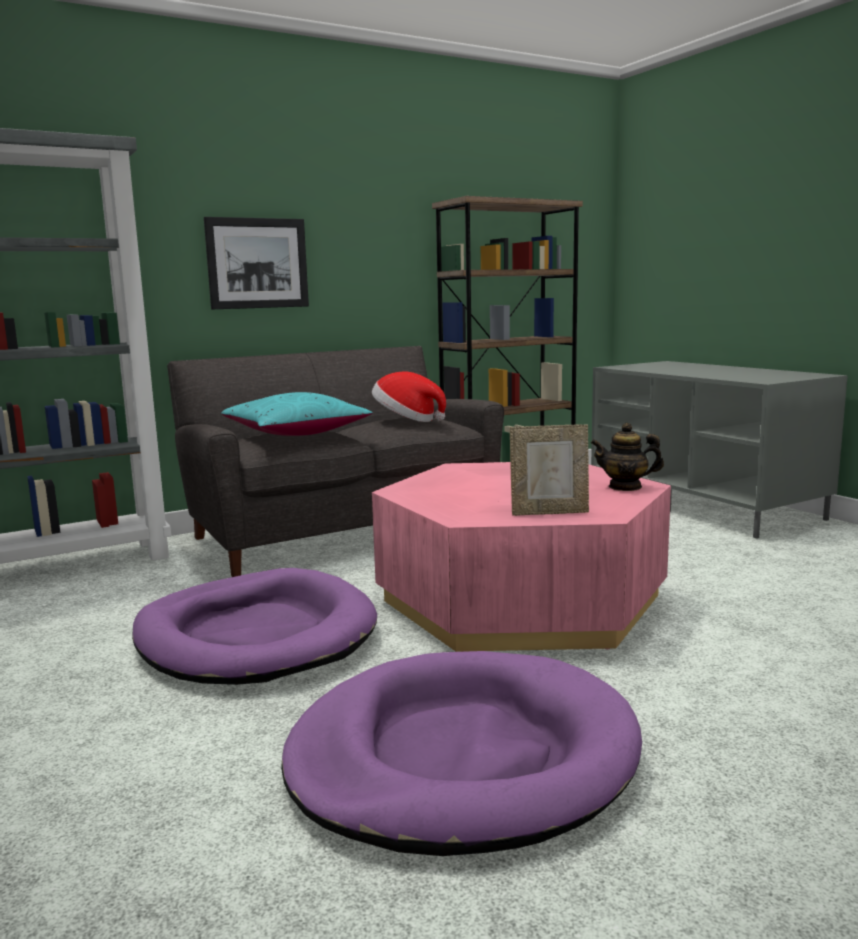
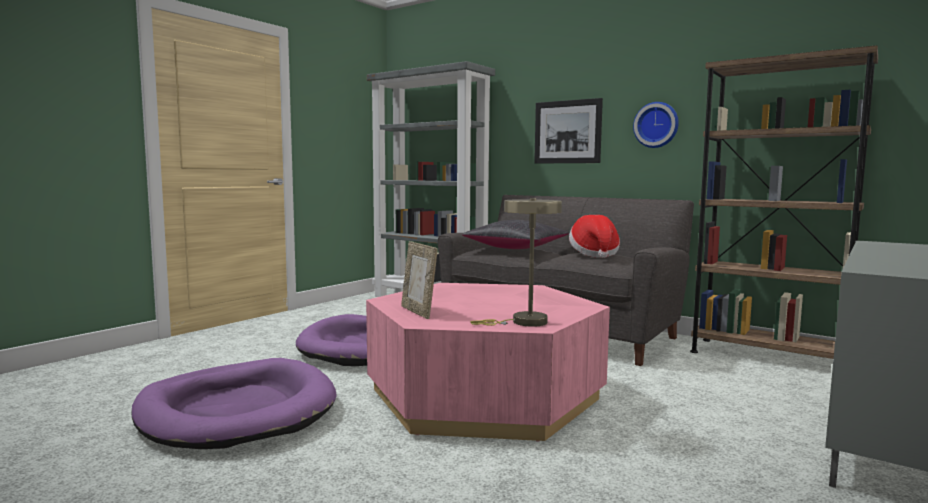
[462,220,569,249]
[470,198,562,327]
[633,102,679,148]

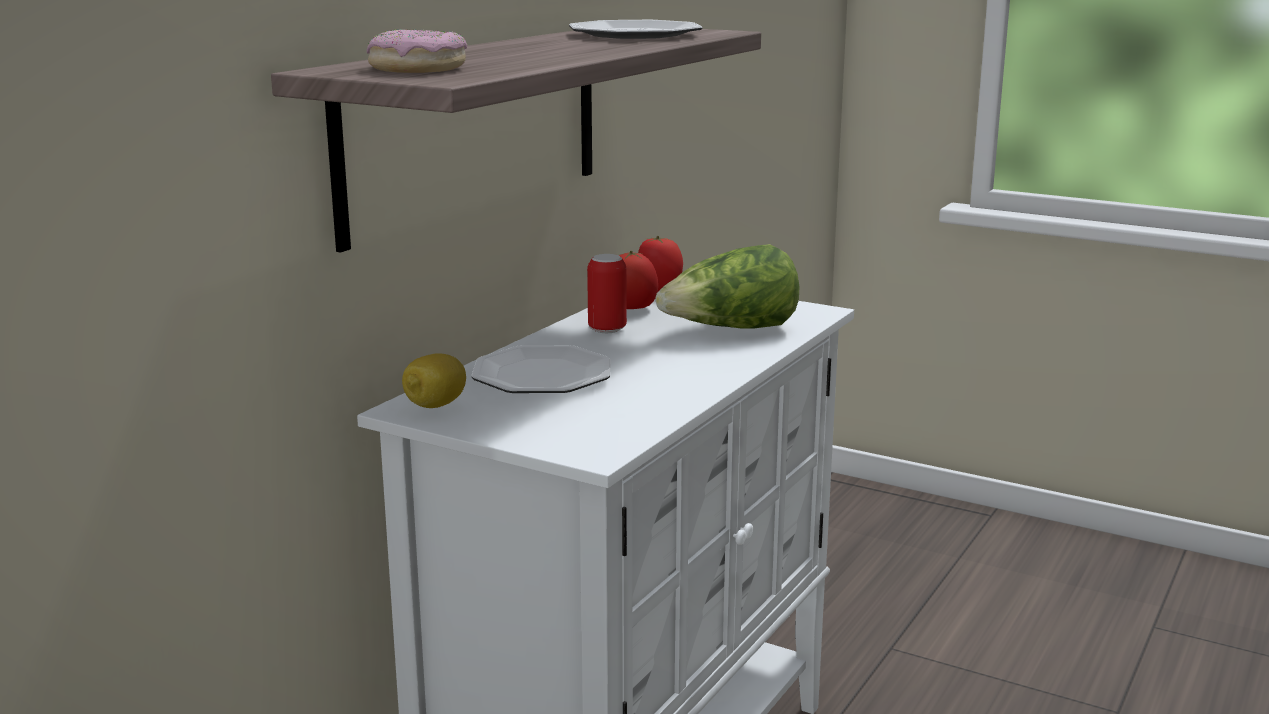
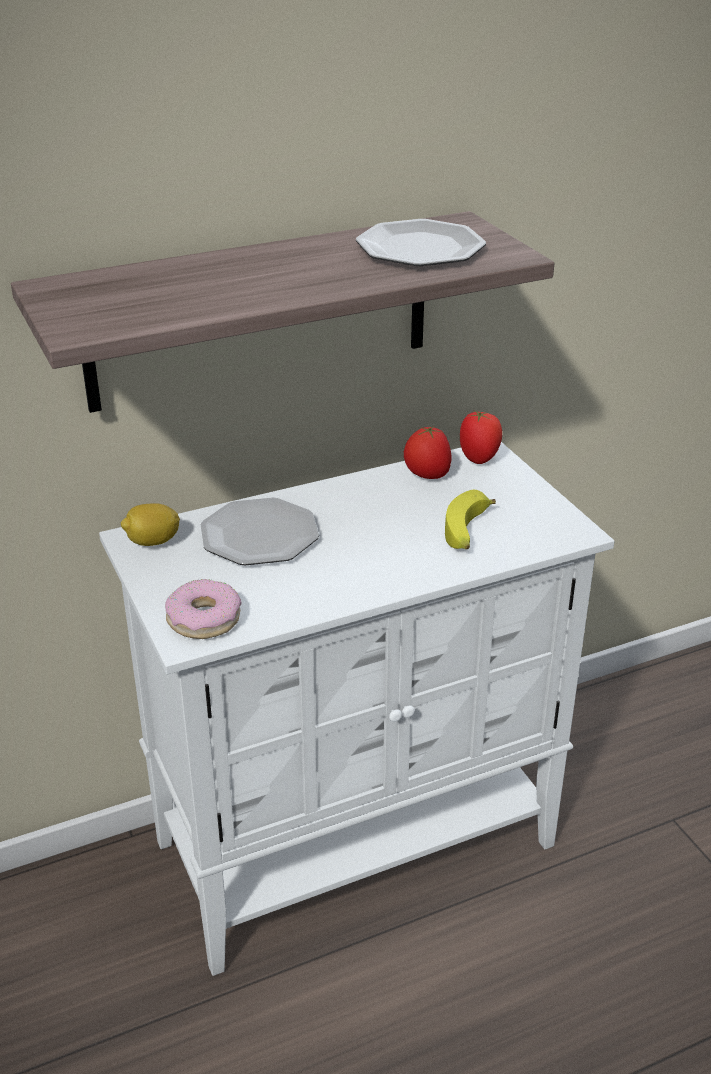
[165,579,241,639]
[587,254,627,333] (first image)
[445,490,496,549]

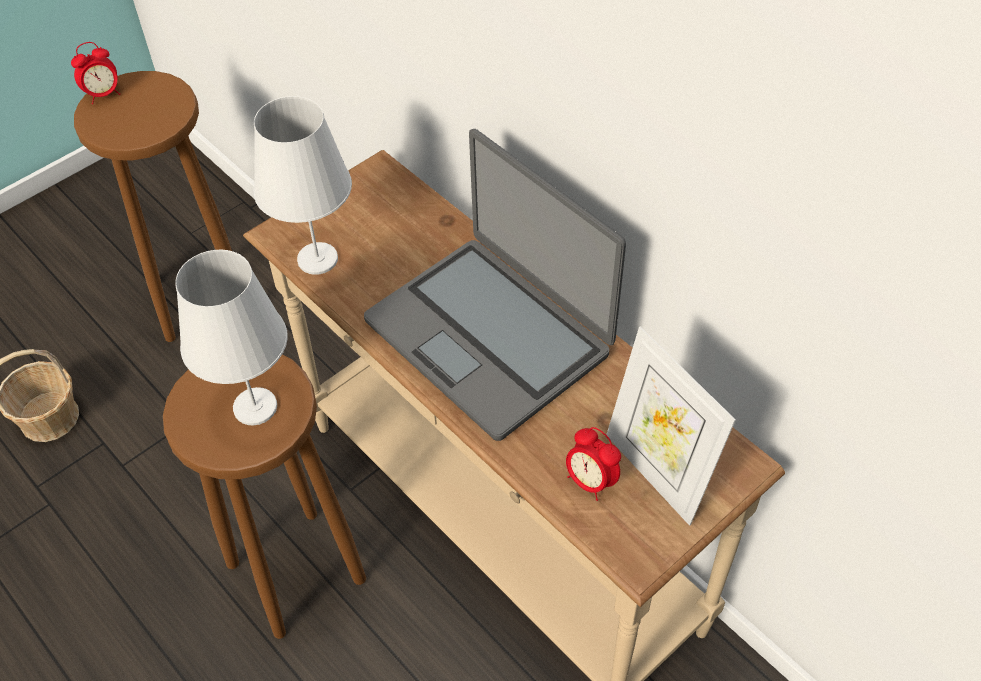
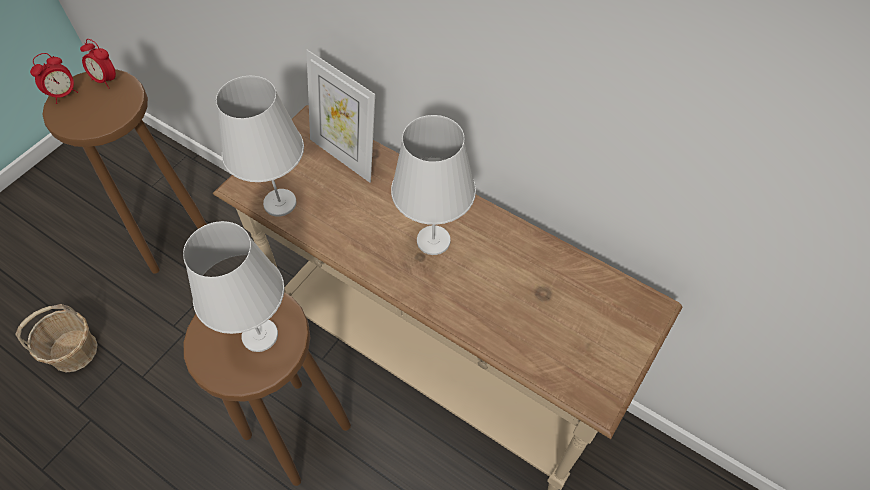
[391,115,476,255]
[80,39,116,89]
[306,50,375,183]

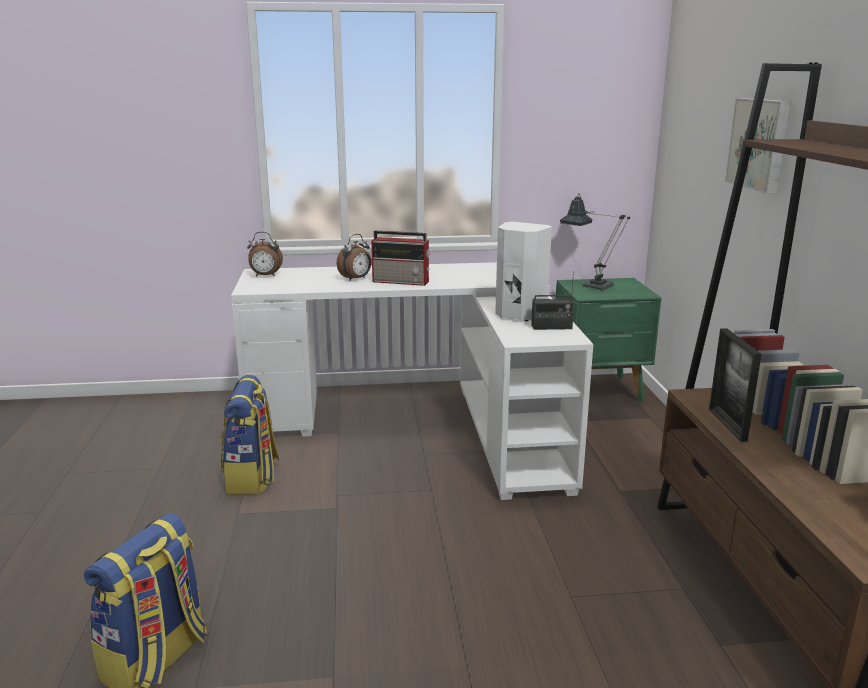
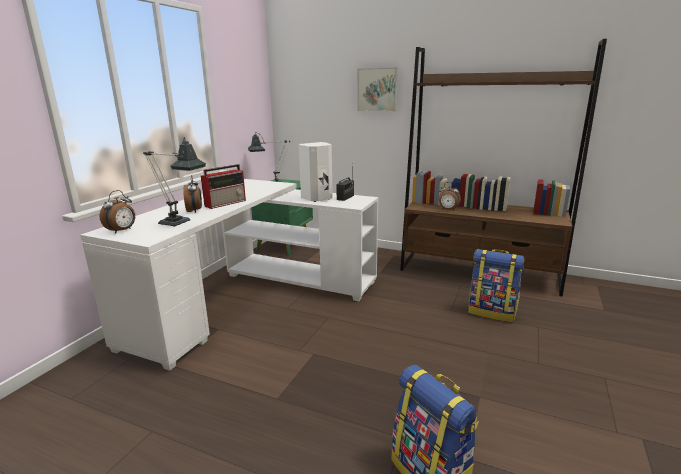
[468,249,524,322]
[439,182,461,211]
[143,137,206,227]

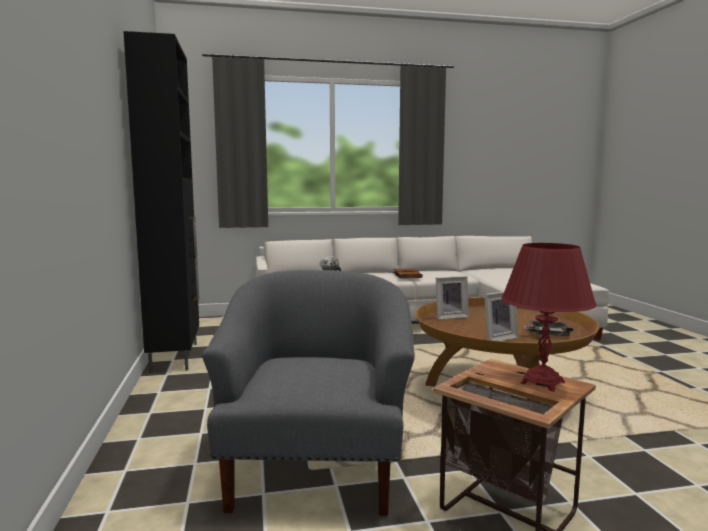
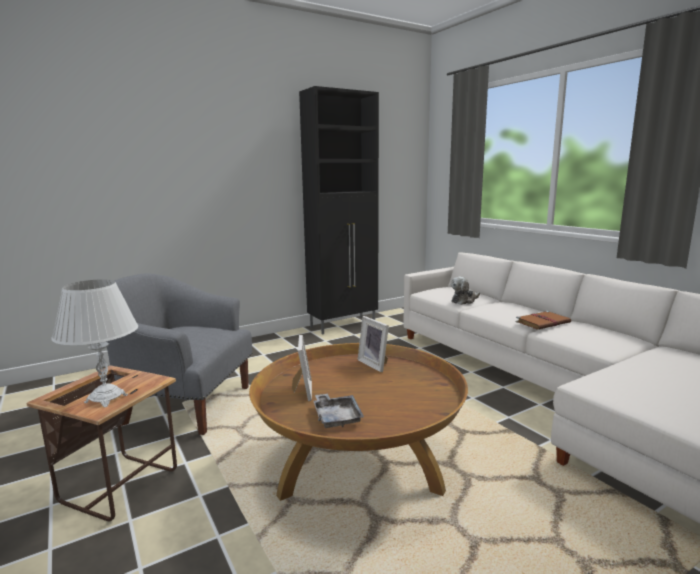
[106,274,252,435]
[292,335,312,401]
[51,279,138,407]

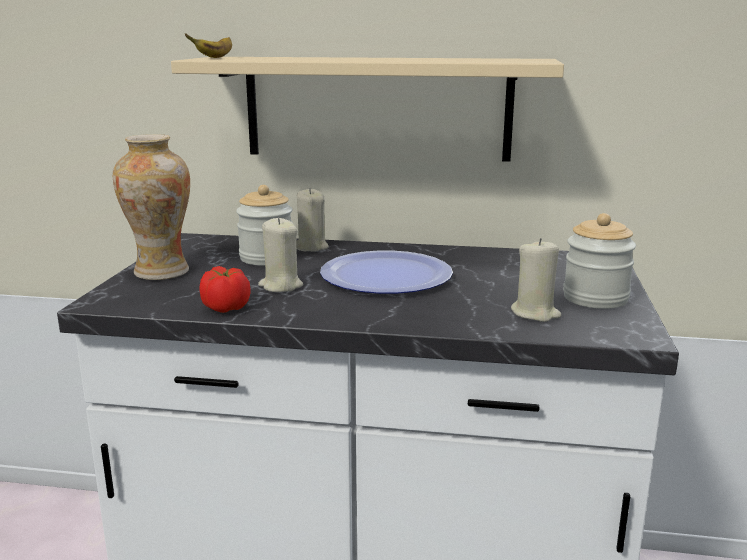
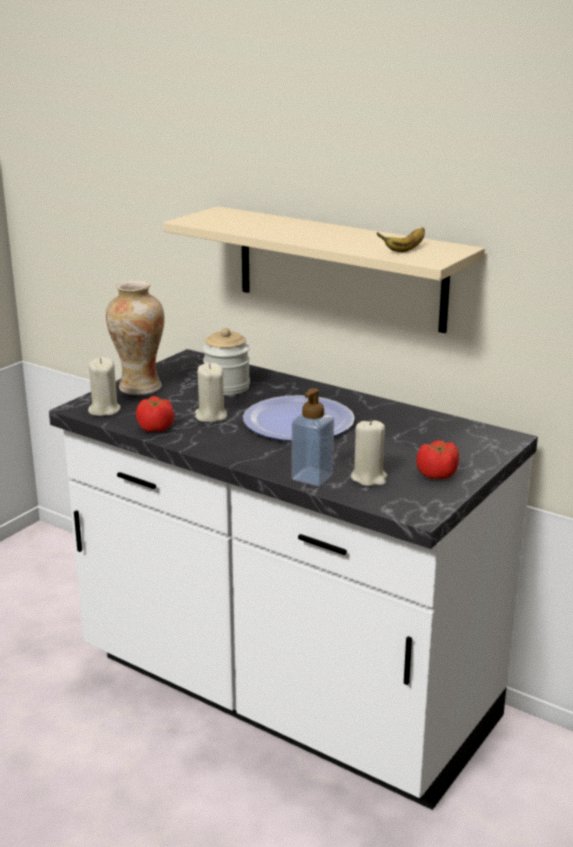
[376,227,425,252]
[88,357,121,416]
[416,440,459,479]
[292,388,334,486]

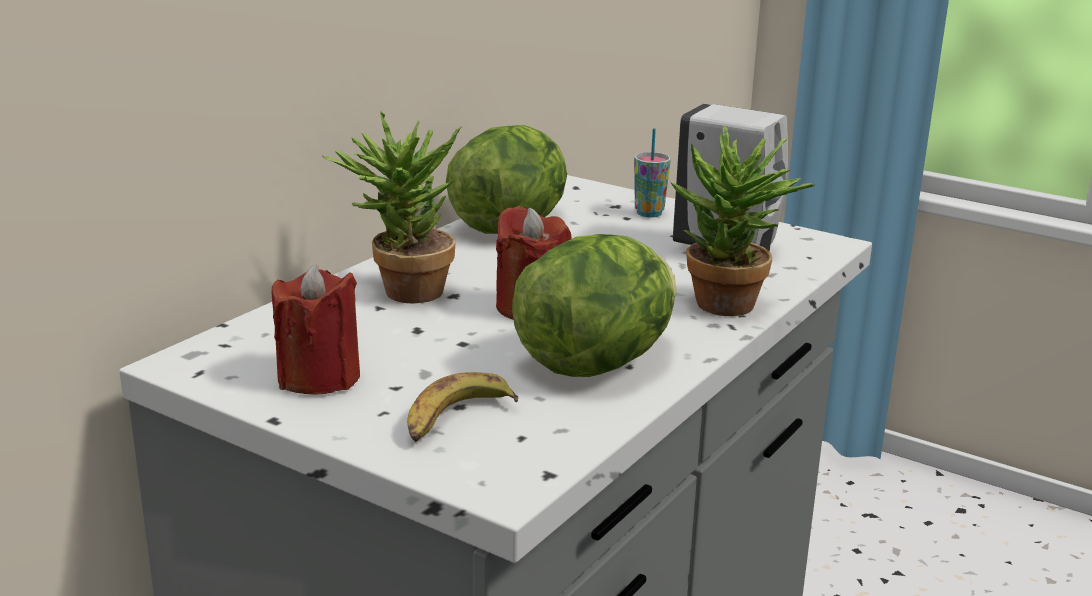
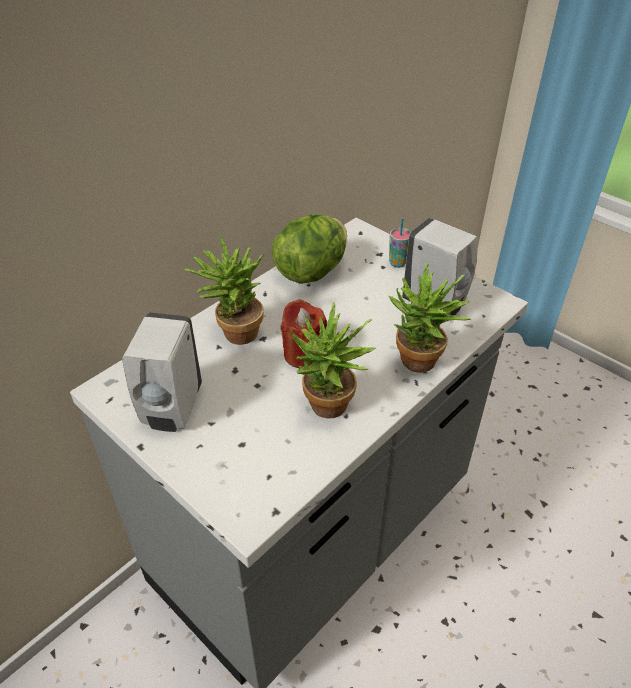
[122,313,202,432]
[407,372,518,442] (first image)
[291,303,376,419]

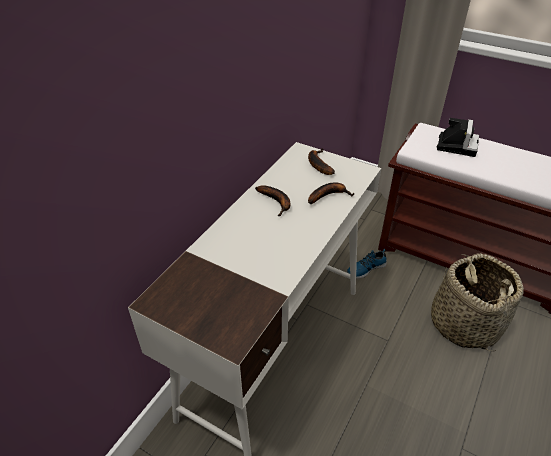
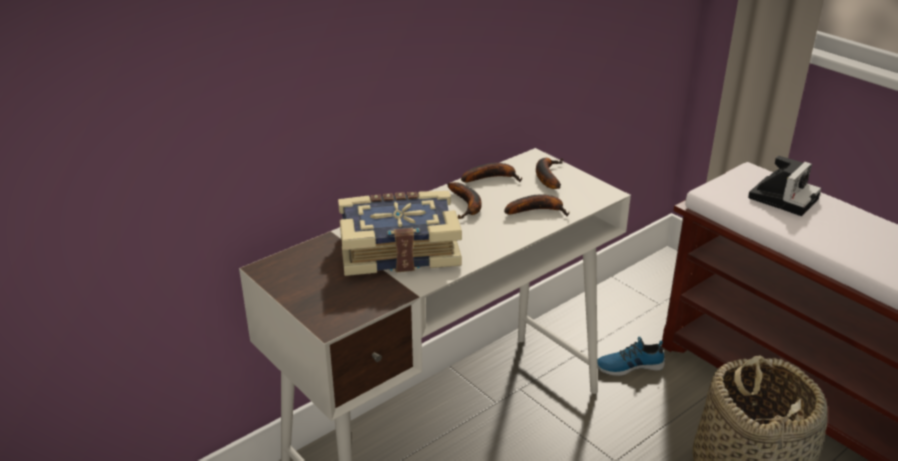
[338,191,462,276]
[461,163,522,183]

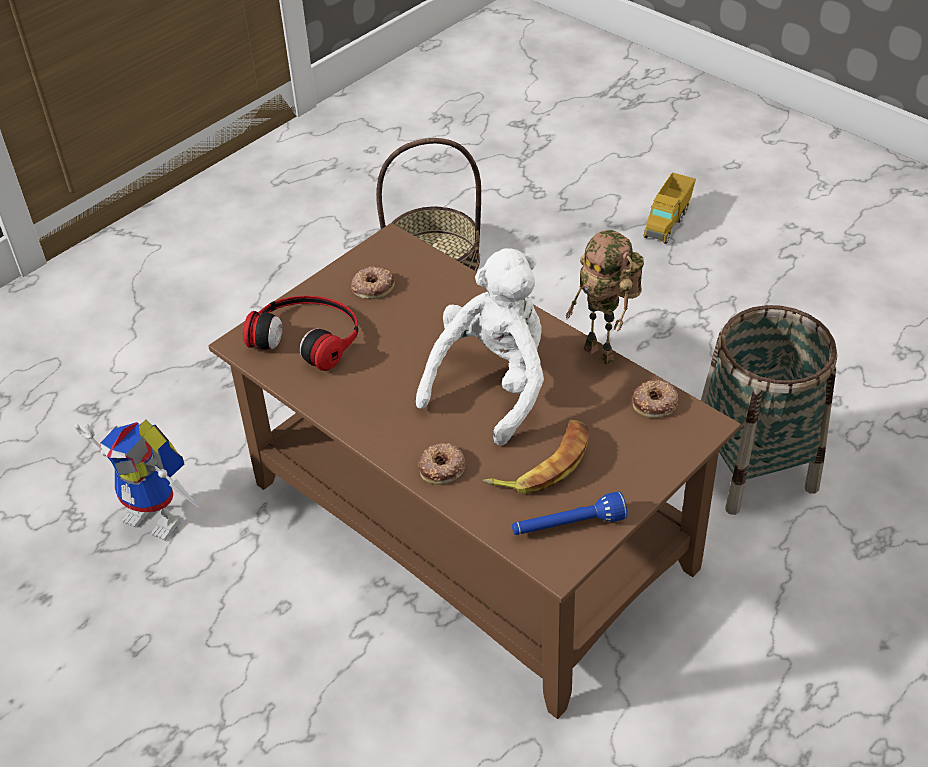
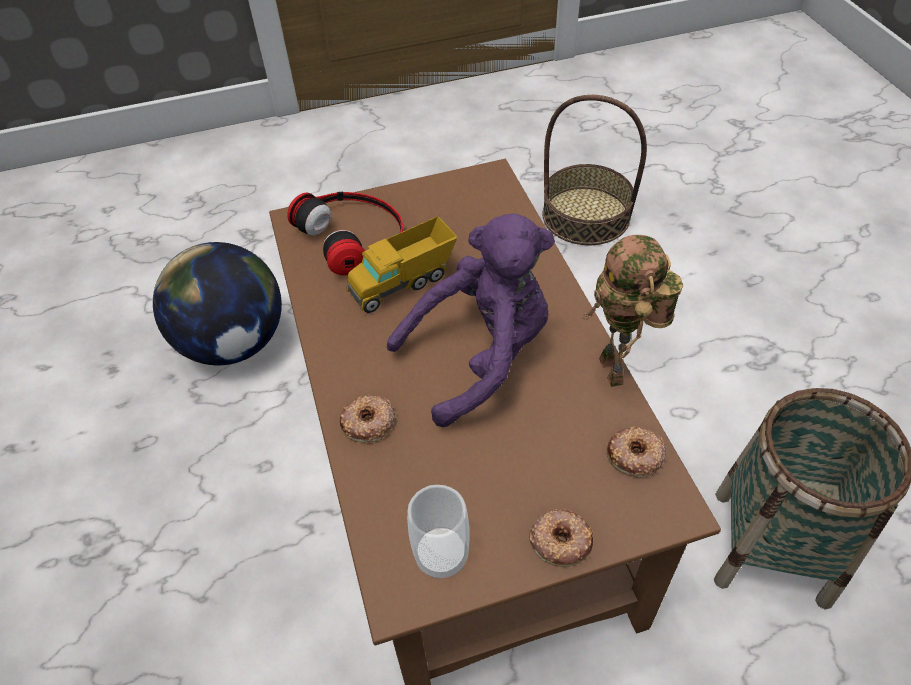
[153,242,282,365]
[529,509,593,567]
[387,213,555,427]
[483,420,589,494] (first image)
[407,485,470,579]
[346,217,458,313]

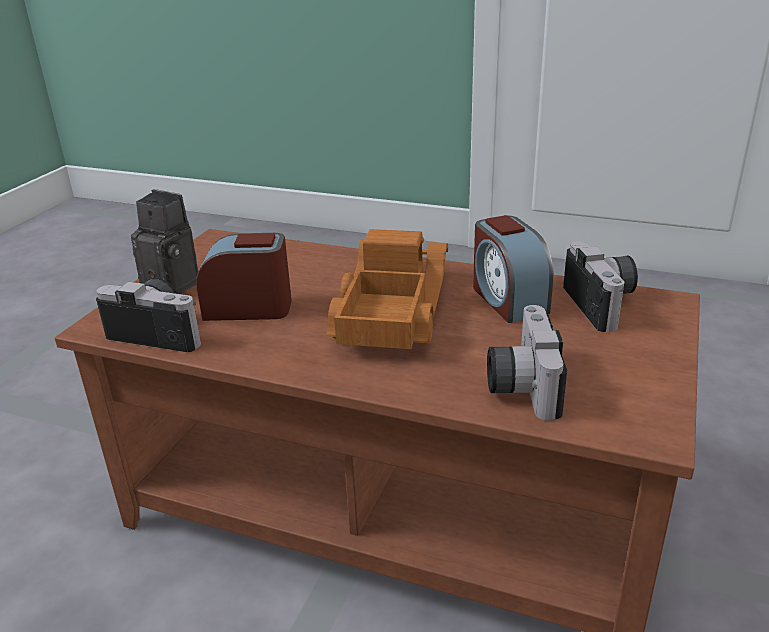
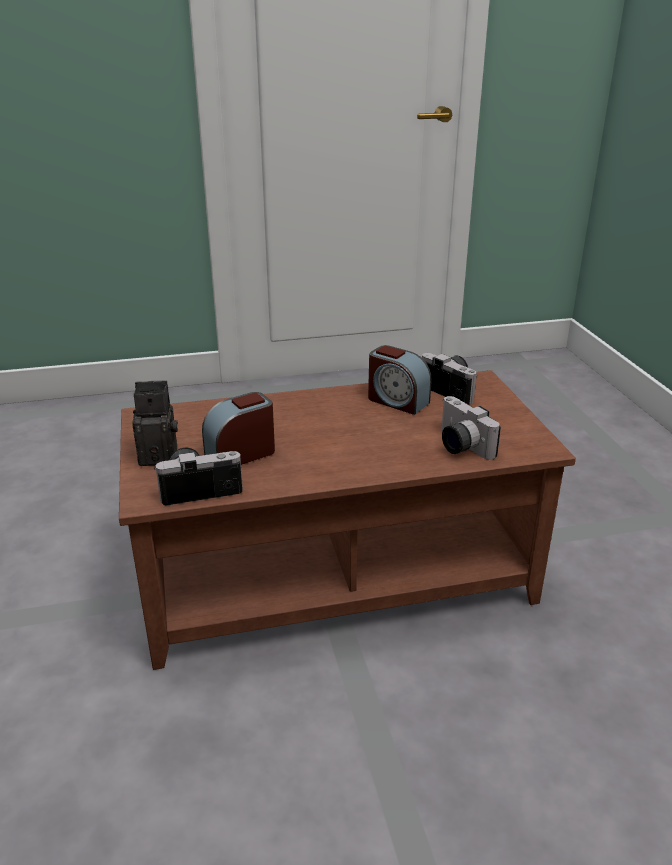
[326,229,448,349] (first image)

